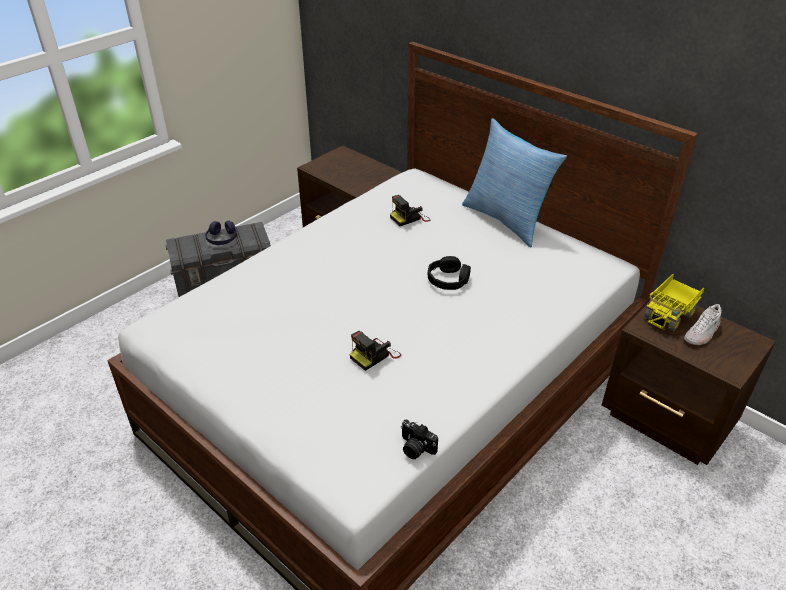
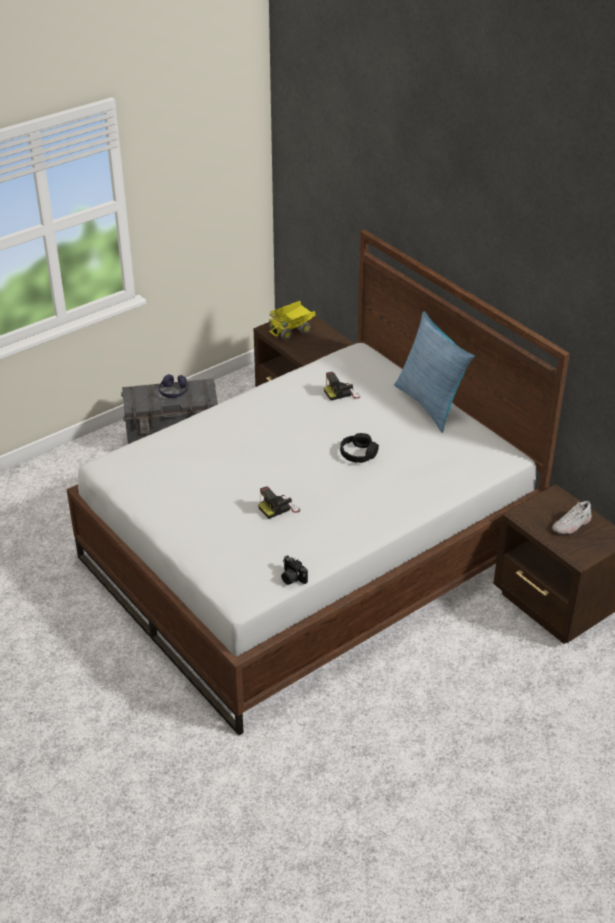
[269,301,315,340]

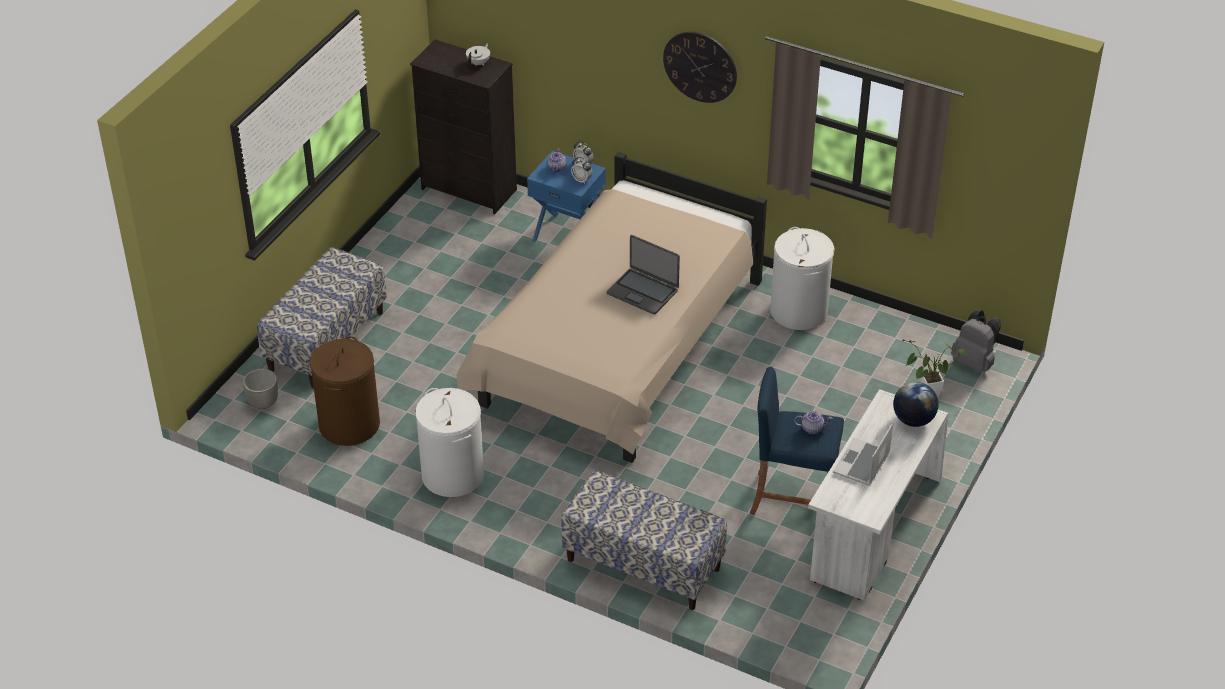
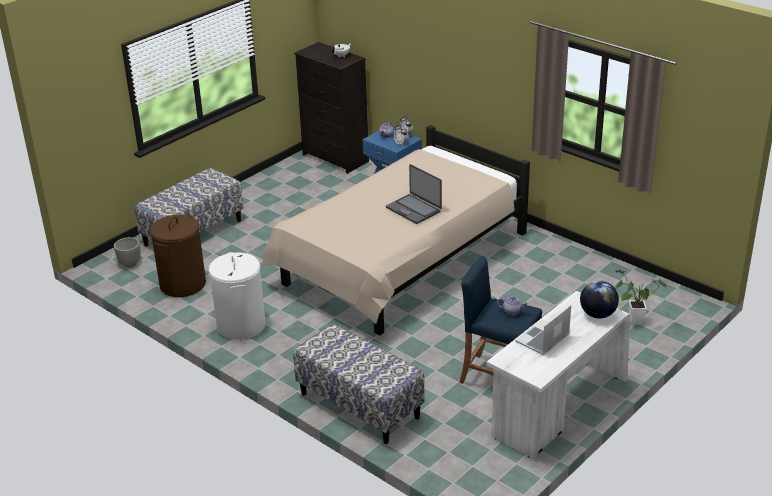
[663,32,737,103] (first image)
[770,227,834,330] (first image)
[951,310,1001,373] (first image)

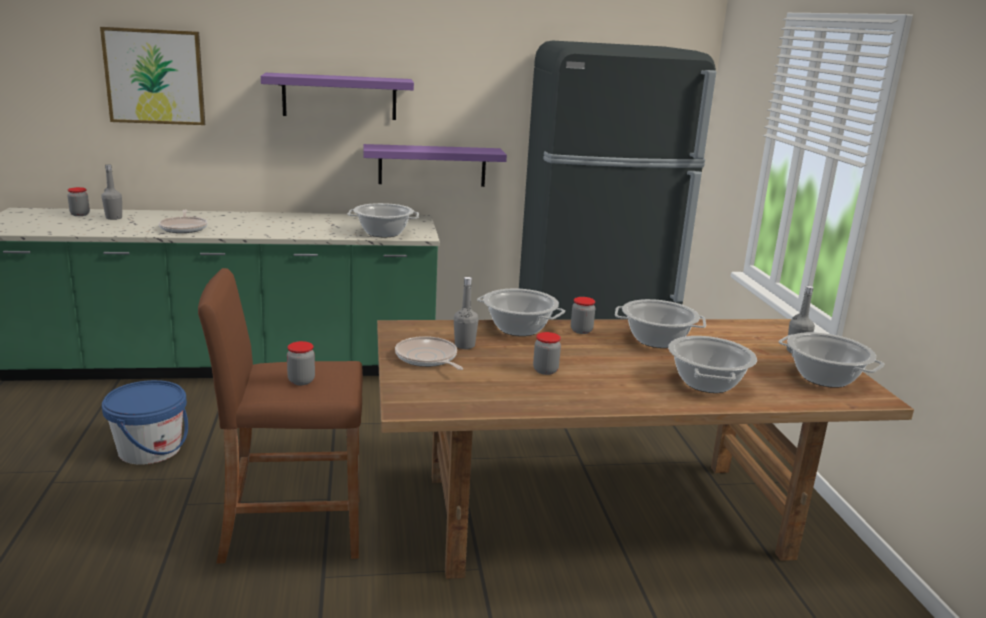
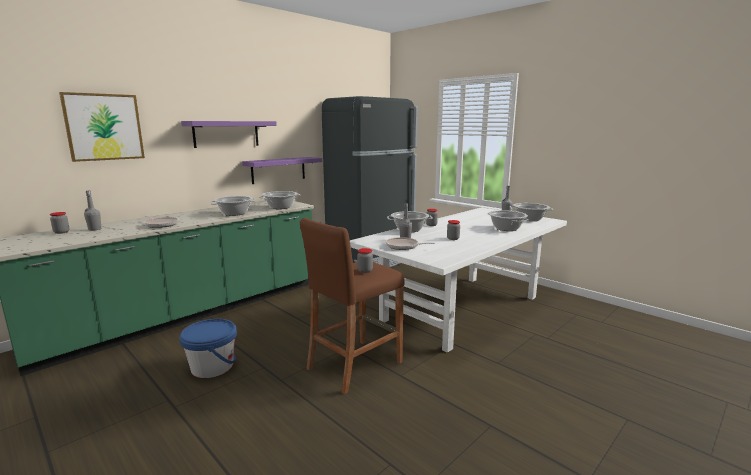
[350,207,567,353]
[210,196,257,216]

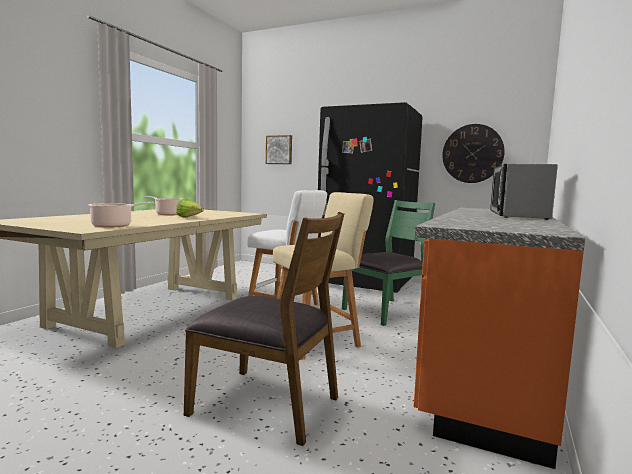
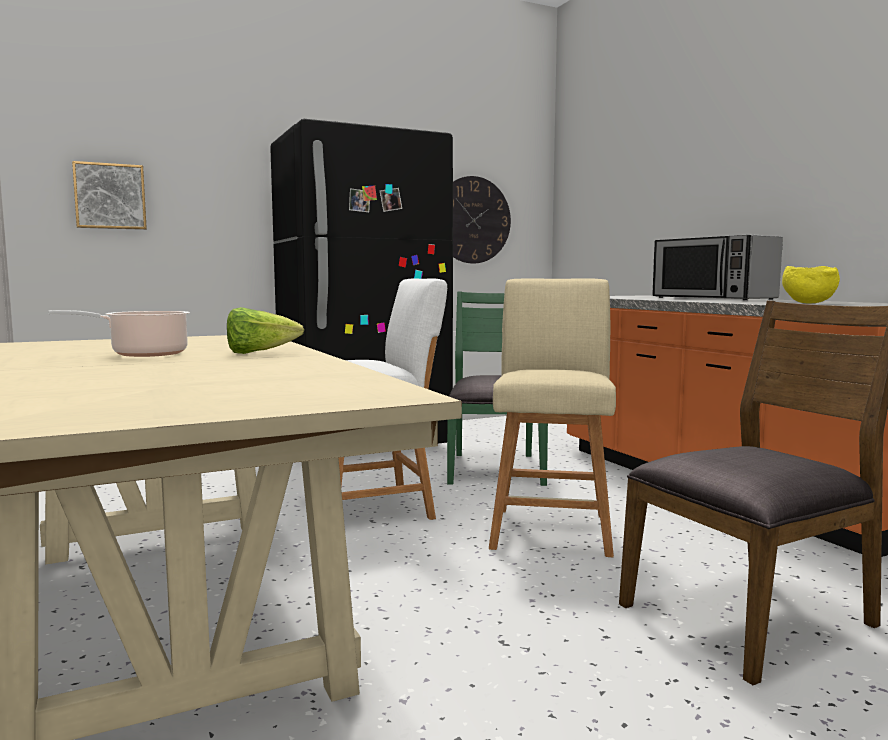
[88,202,154,228] (first image)
[782,266,840,303]

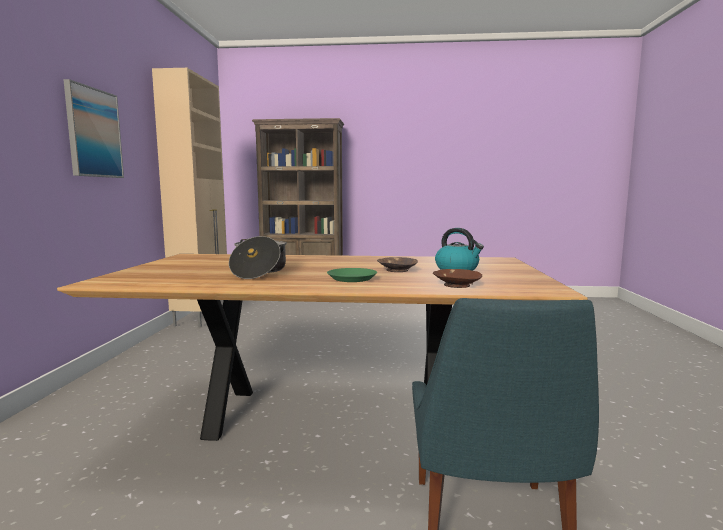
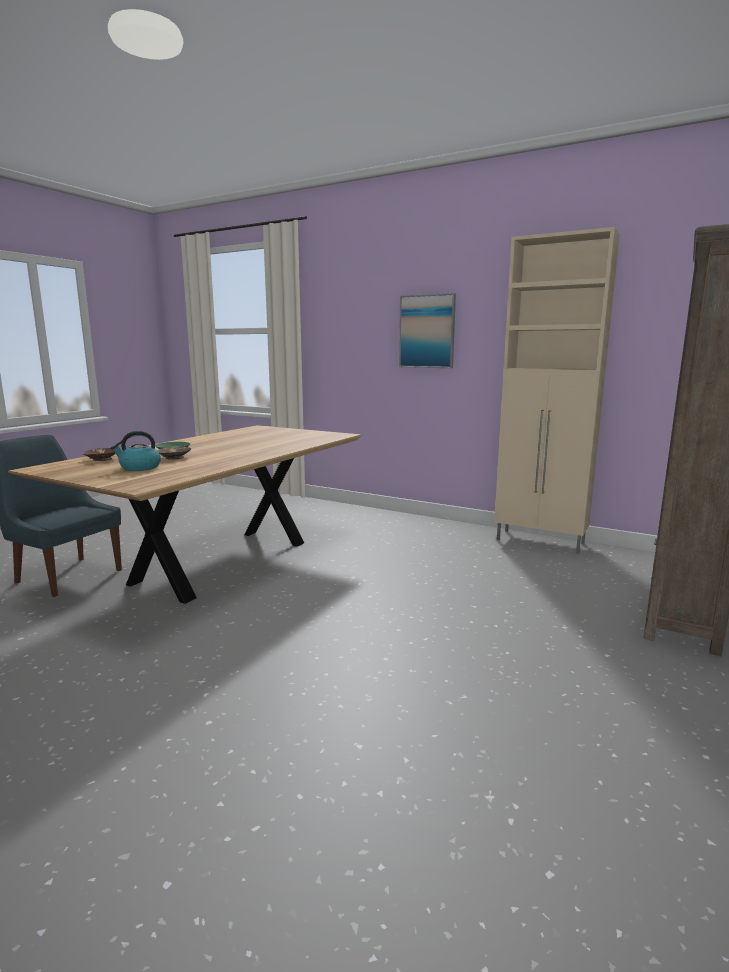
[229,236,287,279] (first image)

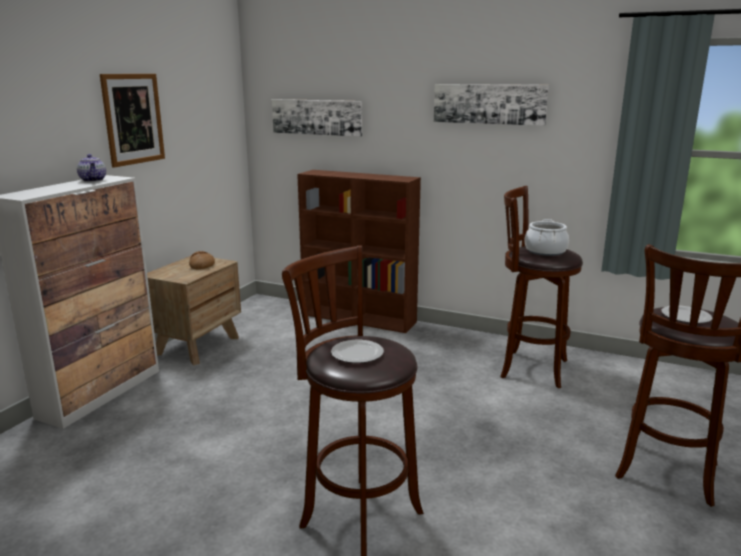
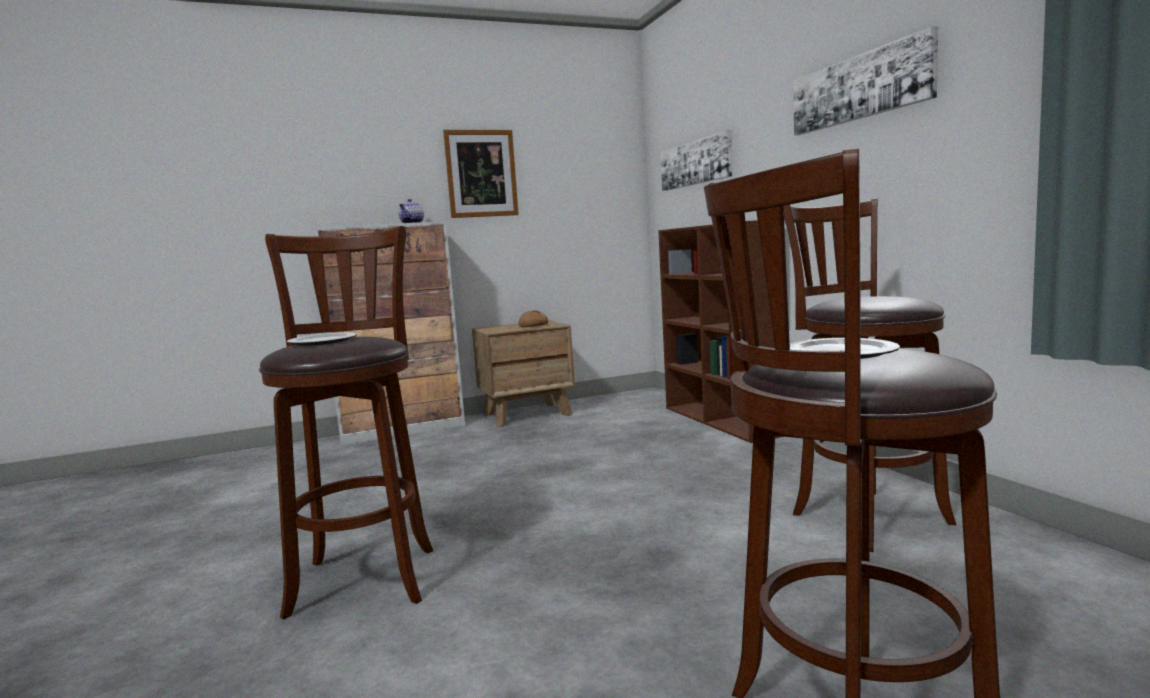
[524,219,569,256] (first image)

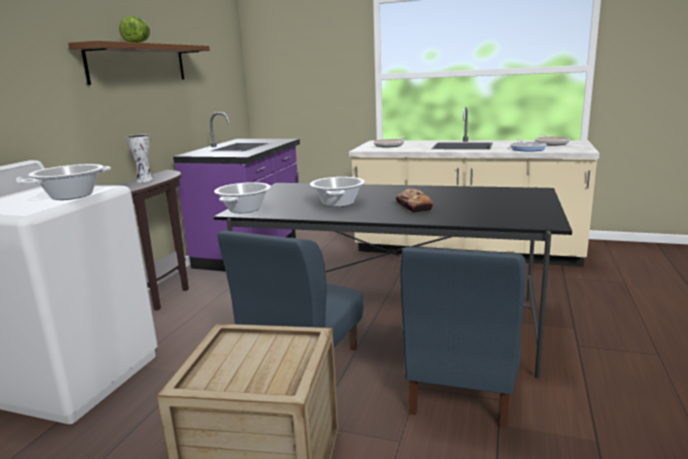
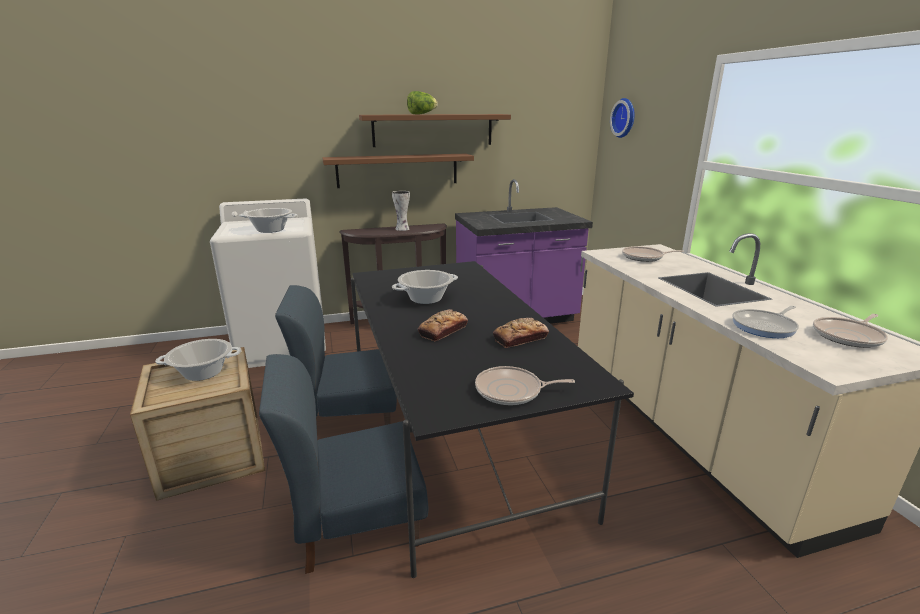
[155,339,241,381]
[322,154,474,188]
[475,366,575,405]
[493,318,549,348]
[610,98,635,138]

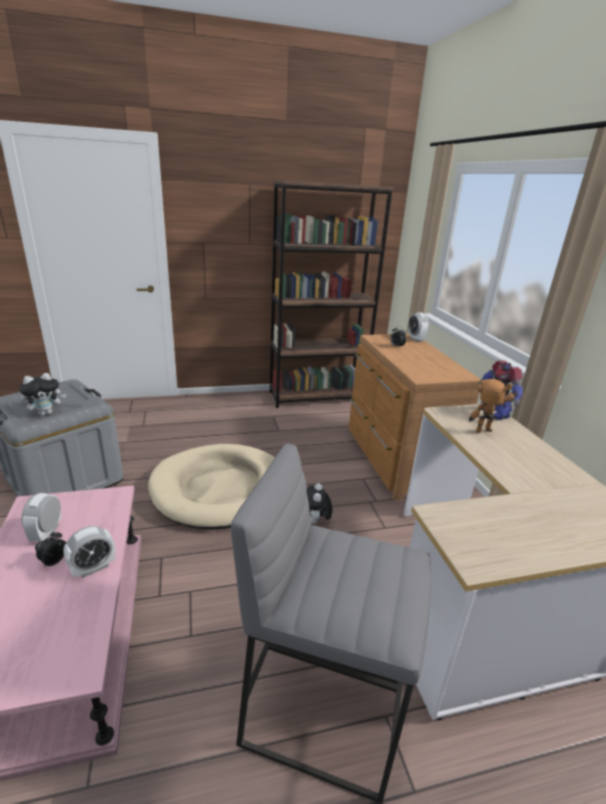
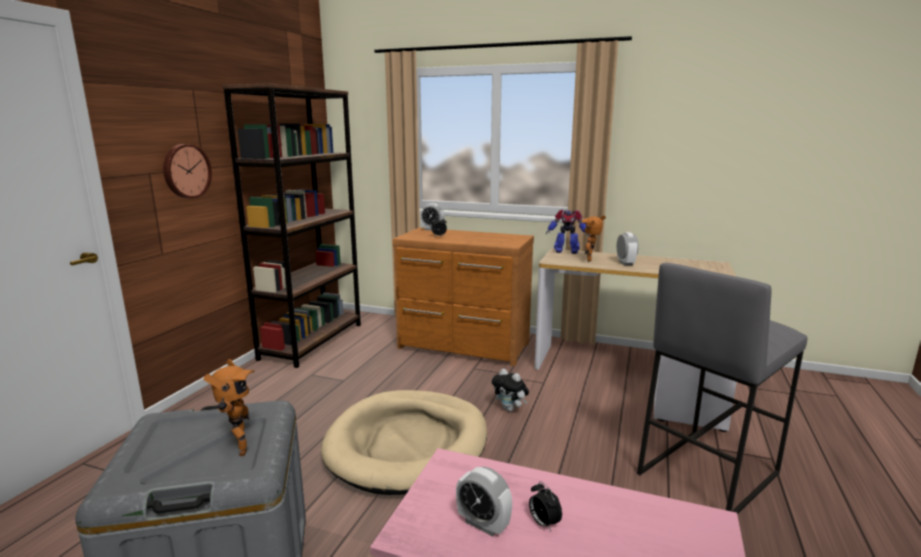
[203,359,255,456]
[617,232,639,266]
[163,144,212,199]

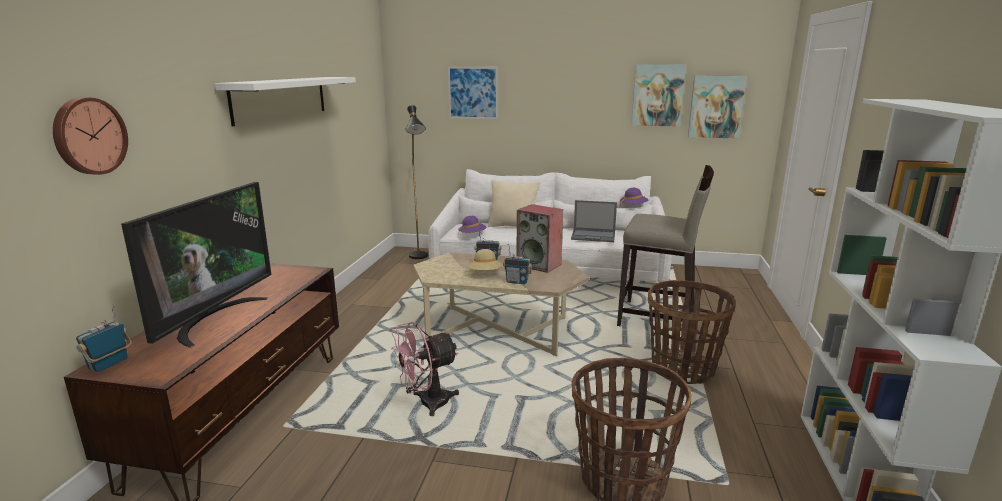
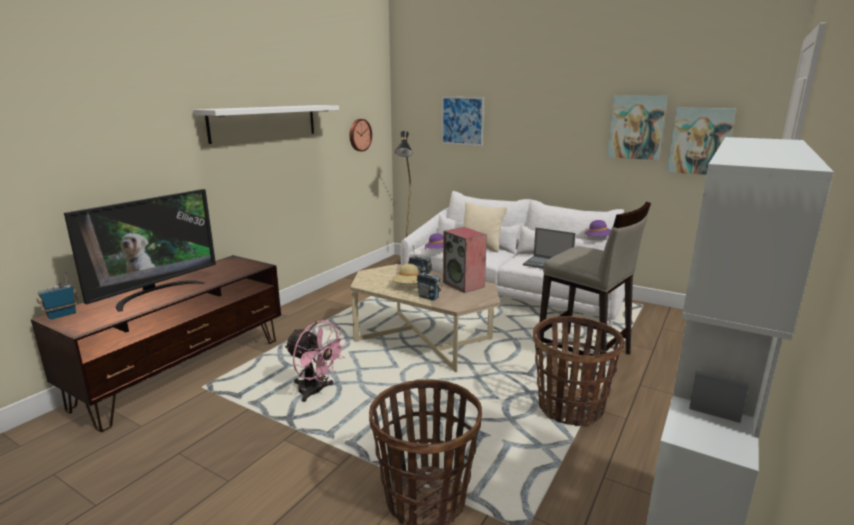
[349,119,372,152]
[285,320,347,402]

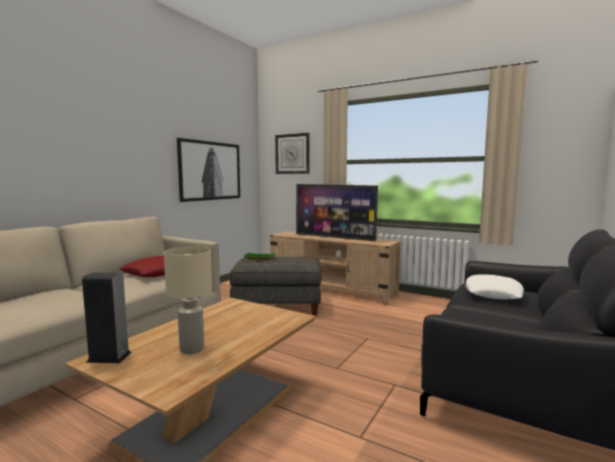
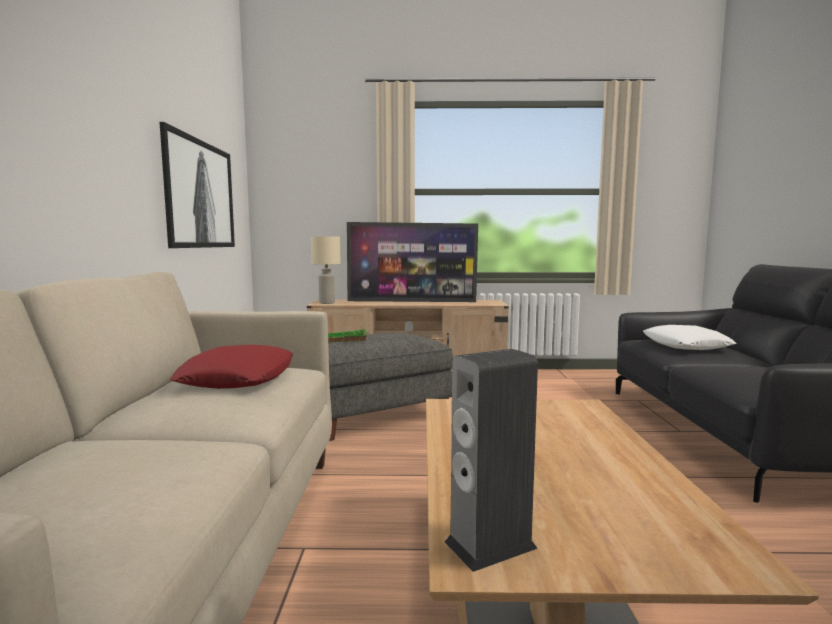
[311,236,341,304]
[275,133,310,174] (first image)

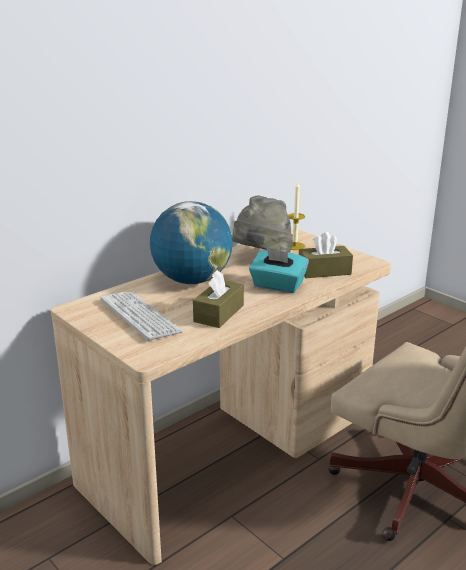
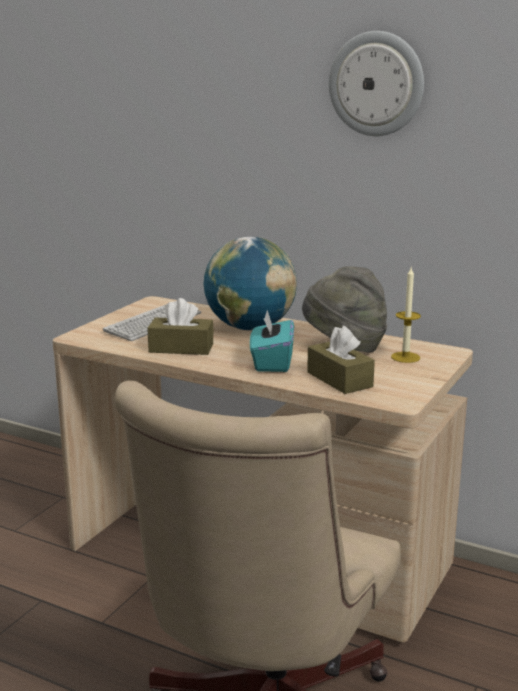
[329,31,424,136]

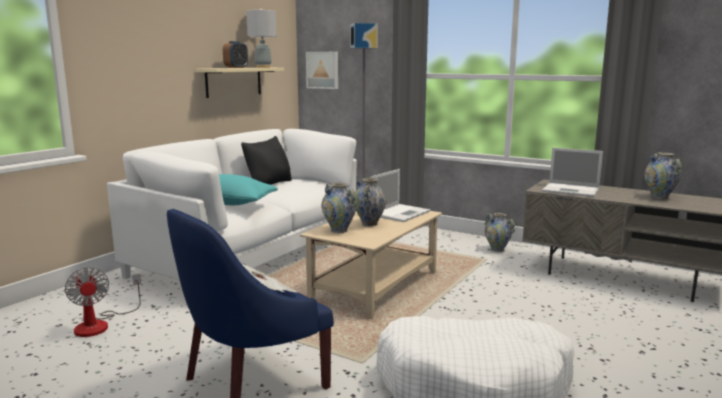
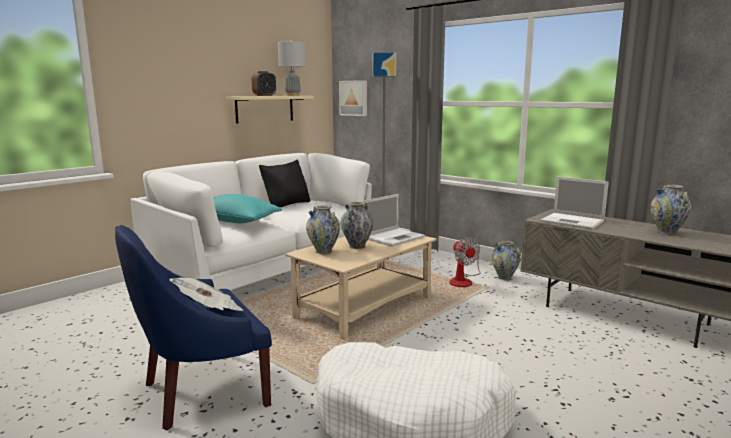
[449,237,480,287]

